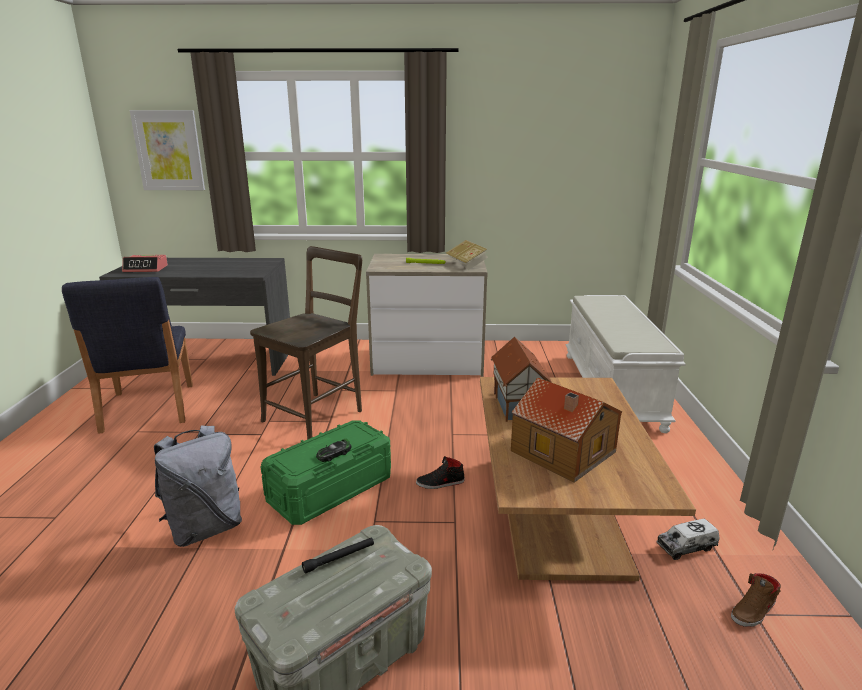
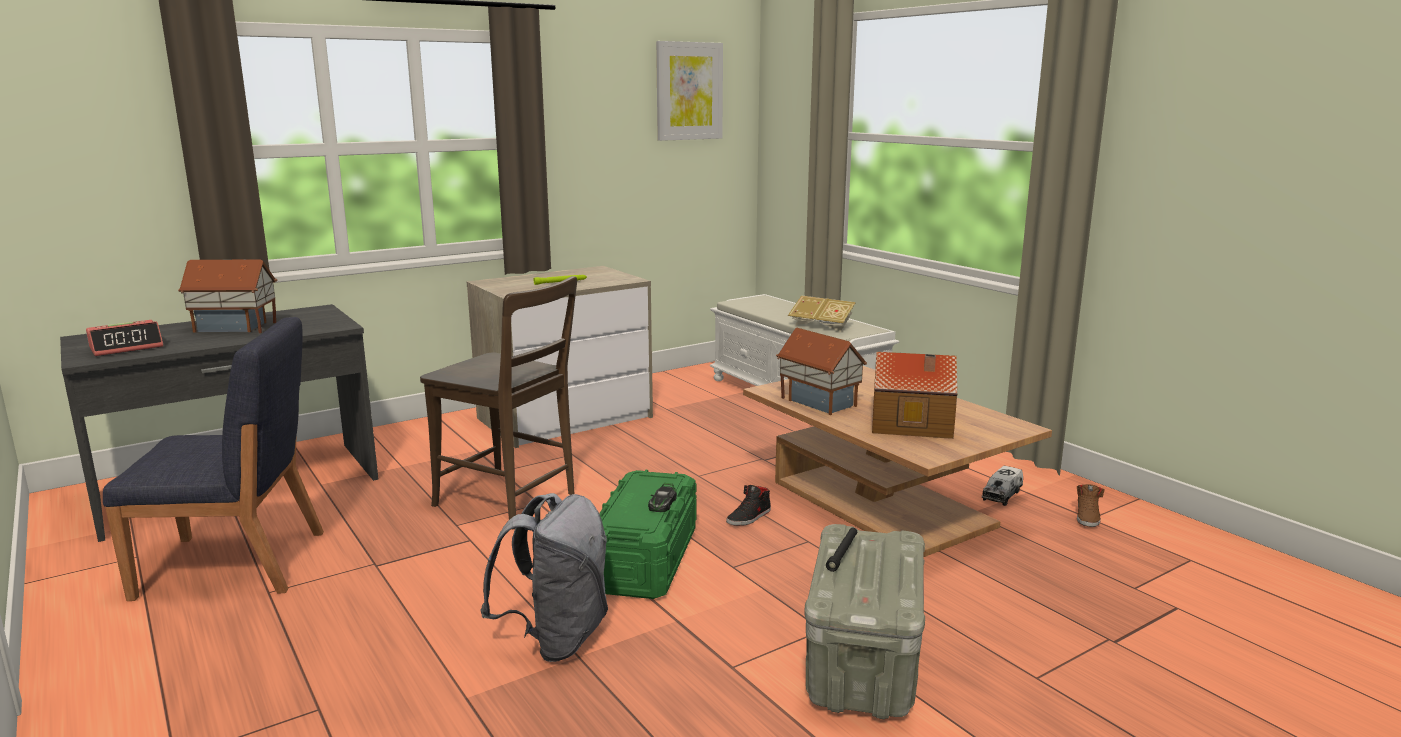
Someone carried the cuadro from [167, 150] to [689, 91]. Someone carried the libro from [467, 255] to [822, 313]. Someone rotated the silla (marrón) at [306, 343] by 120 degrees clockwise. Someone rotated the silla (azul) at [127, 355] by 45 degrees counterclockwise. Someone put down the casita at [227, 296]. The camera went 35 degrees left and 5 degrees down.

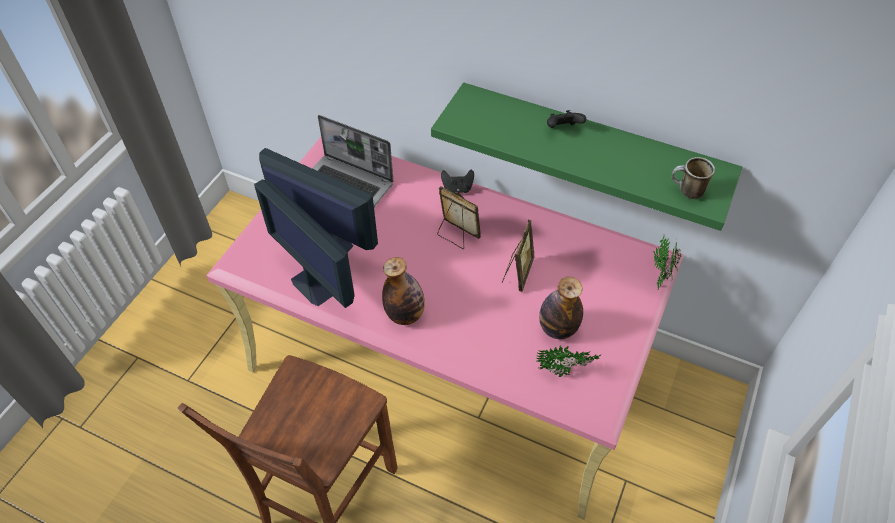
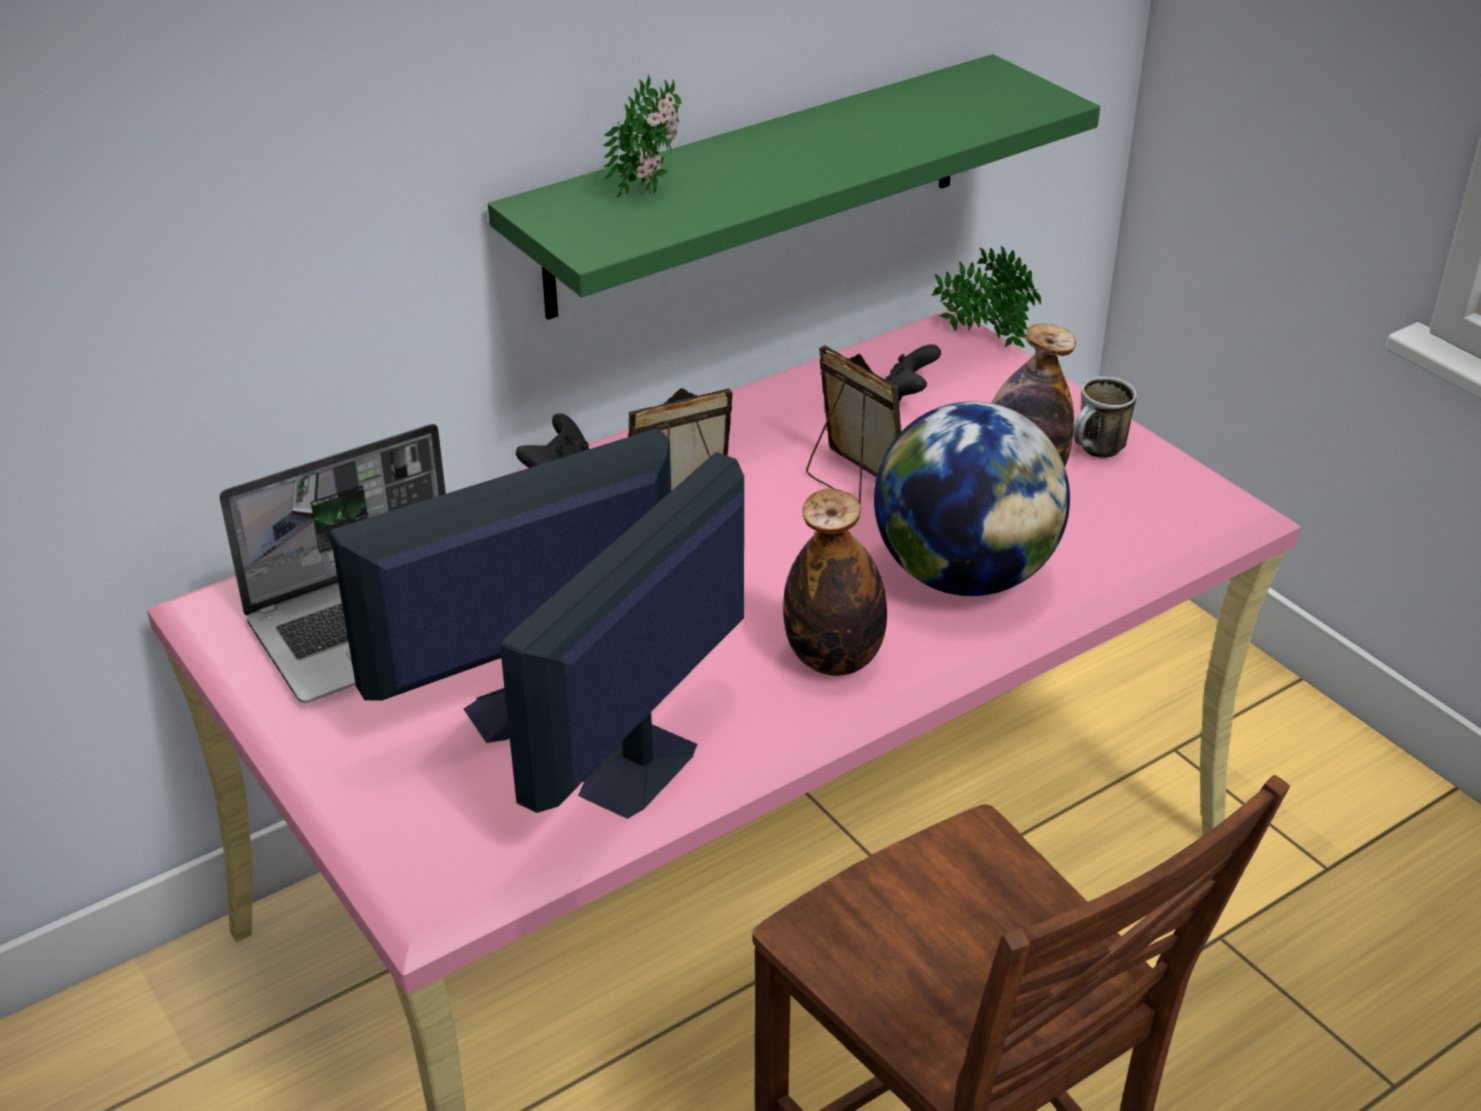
Someone carried the mando de consola (negro) from [566, 119] to [913, 373]. Someone carried the taza grande from [693, 178] to [1105, 417]. Someone rotated the monitor at [304, 244] by 135 degrees clockwise. Someone carried the planta en maceta from [569, 361] to [642, 136]. Someone put down the globo terráqueo at [972, 498]. The camera went 60 degrees left and 15 degrees down.

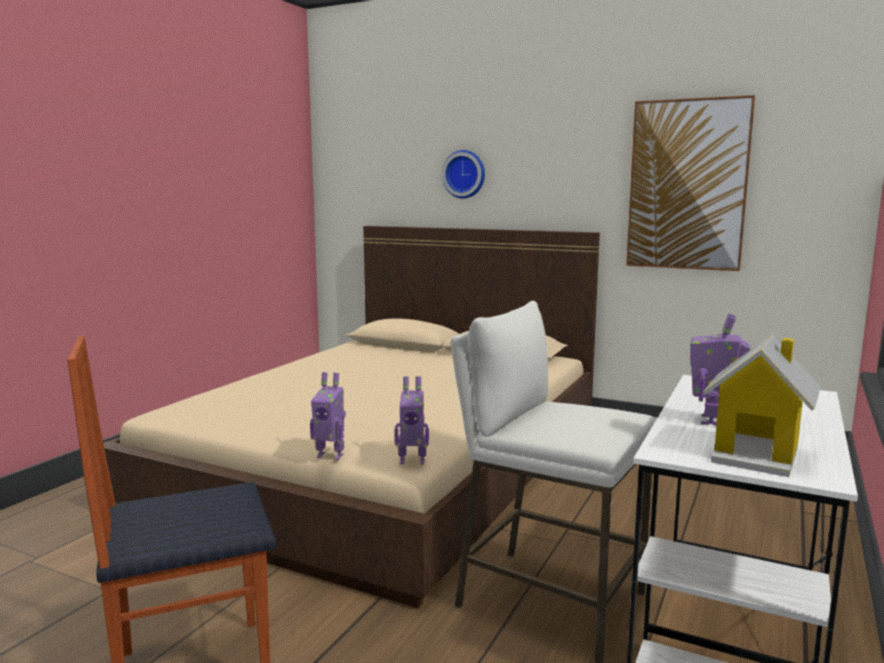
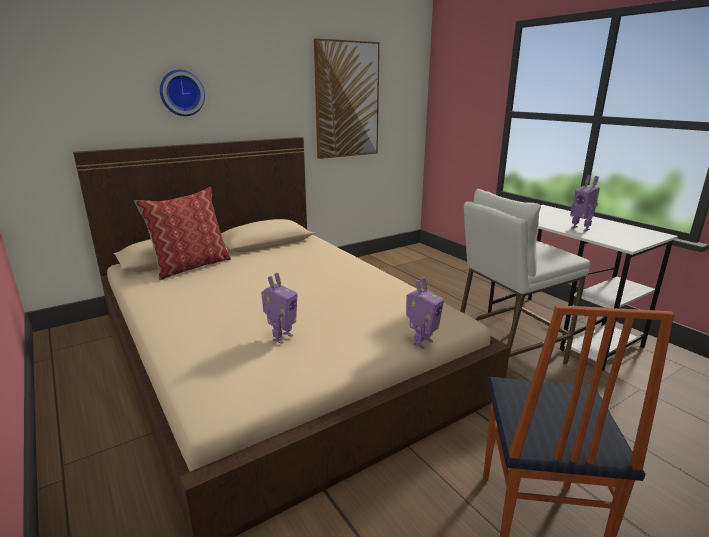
Someone took away the casita at [762, 405]. Someone carried the robot de juguete from [412, 420] to [279, 308]. Someone put down the cojín at [182, 233]. The camera went 60 degrees left and 10 degrees up.

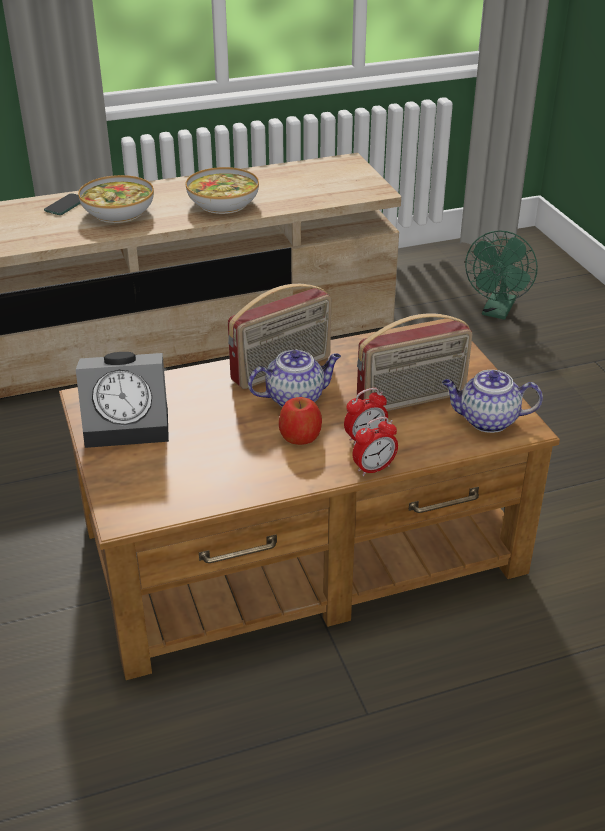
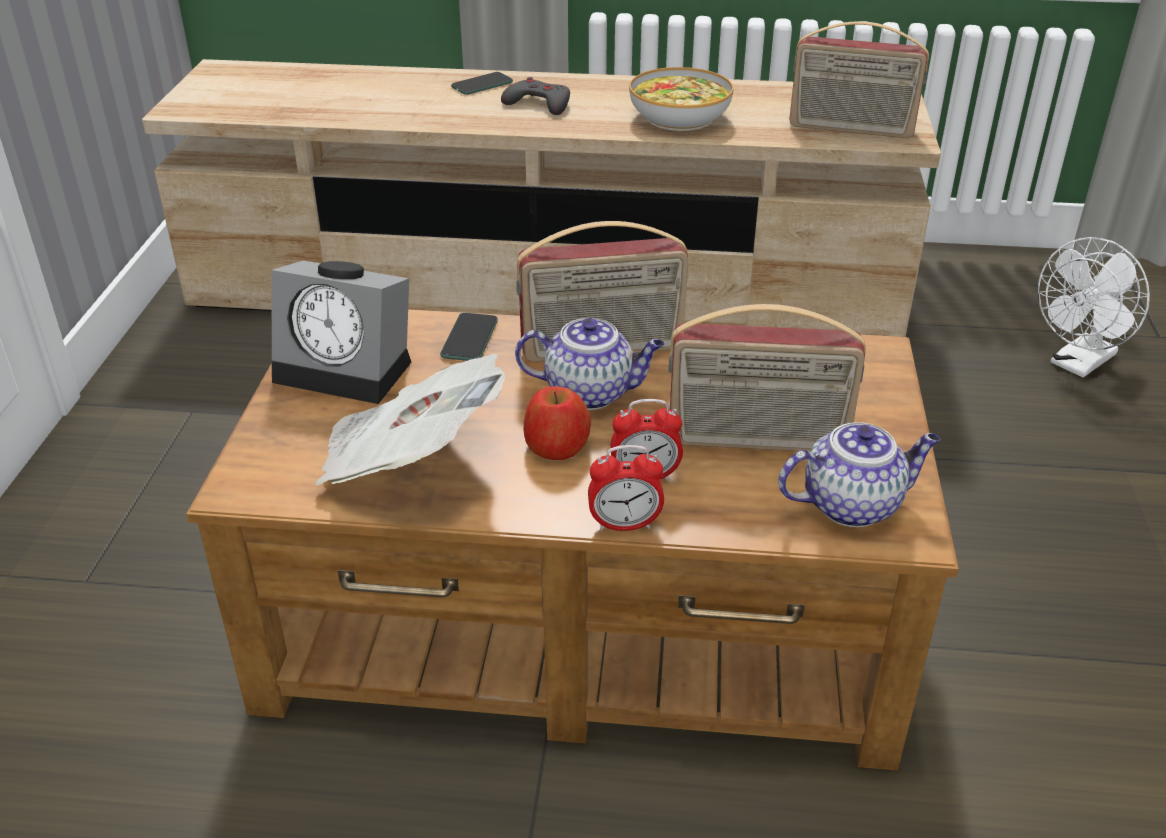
Someone swapped the cuenco at [116, 199] for the mando de consola (gris) at [535, 96]. Someone repainted the ventilador (verde) at [501, 275], which became the ventilador (blanco) at [1094, 307]. Someone rotated the tetera at [492, 401] by 135 degrees clockwise. Someone put down the radio at [859, 79]. Someone put down the móvil at [469, 337]. Someone put down the periódico at [410, 420]. The camera went 25 degrees right and 0 degrees up.

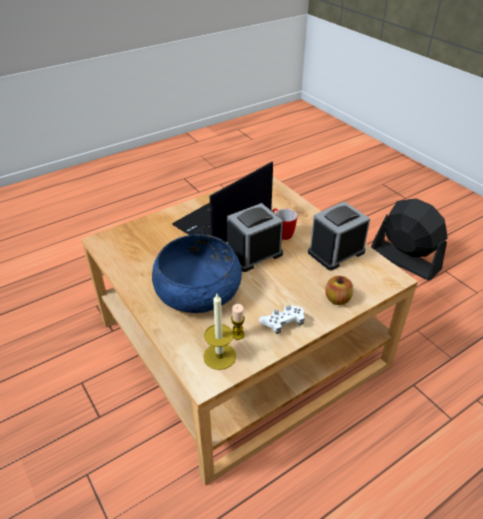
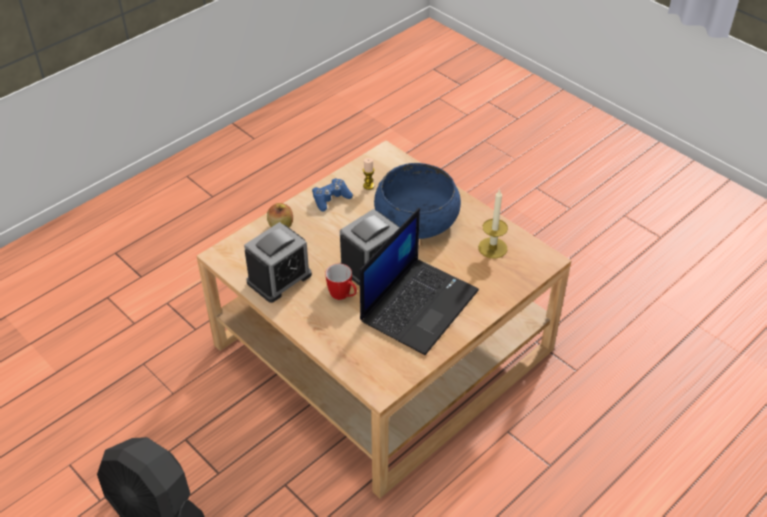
Someone carried the vela from [219, 332] to [493, 223]. Someone repainted the mando de consola (blanco) at [282, 319], which became the mando de consola (azul) at [332, 195]. The camera went 170 degrees right and 5 degrees up.

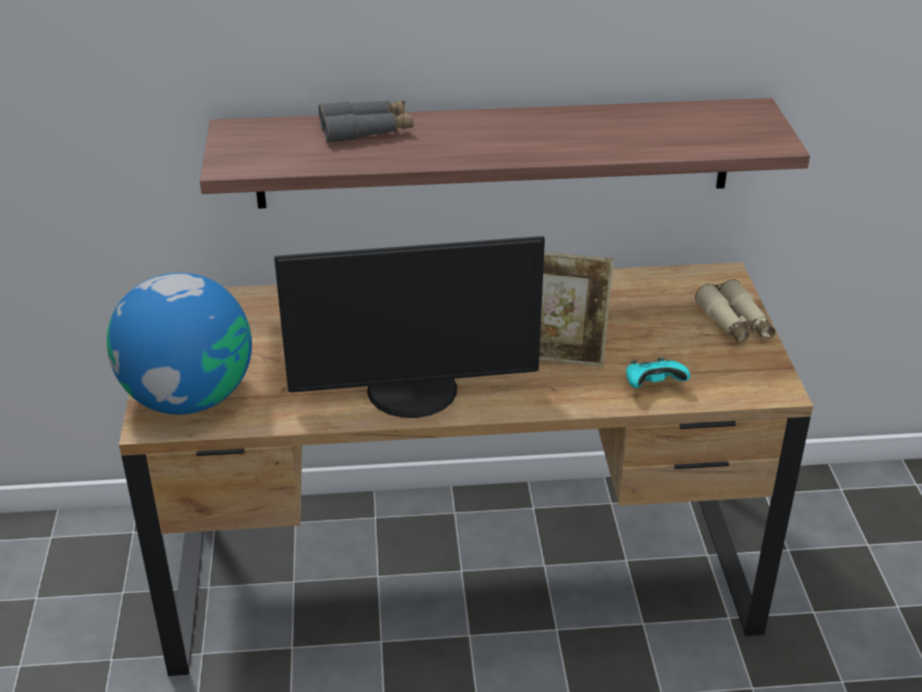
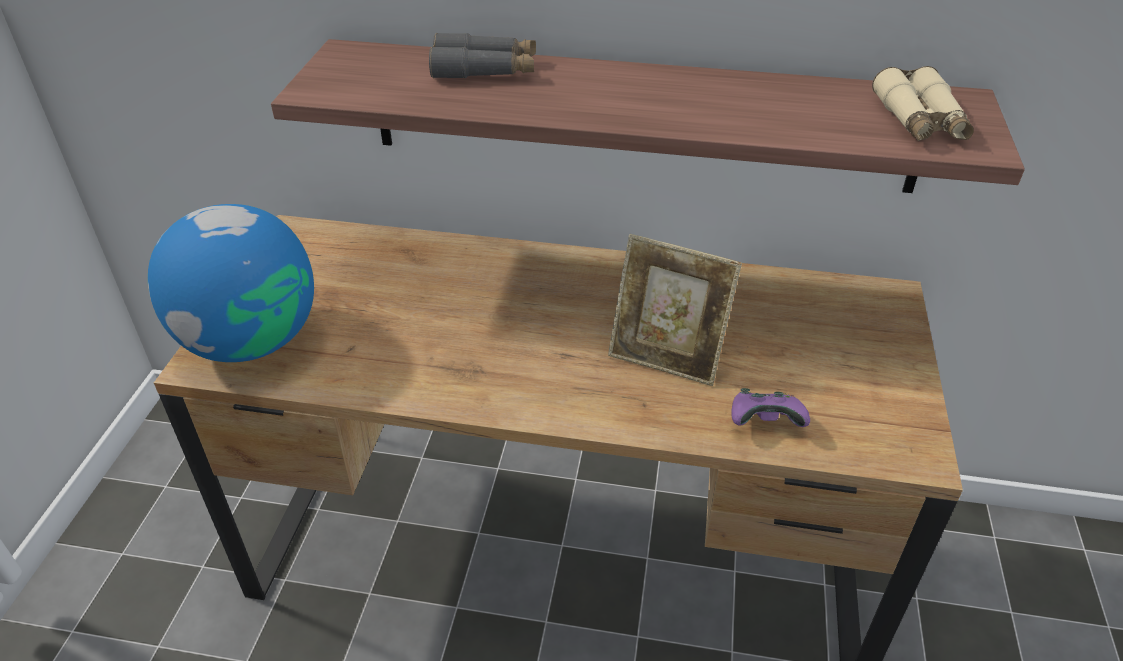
Someone took away the monitor at [409, 327]. Someone carried the prismáticos (beis) from [735, 311] to [923, 103]. Someone repainted the mando de consola (turquesa) at [658, 373], which became the mando de consola (morado) at [770, 407]. The camera went 15 degrees right and 5 degrees up.

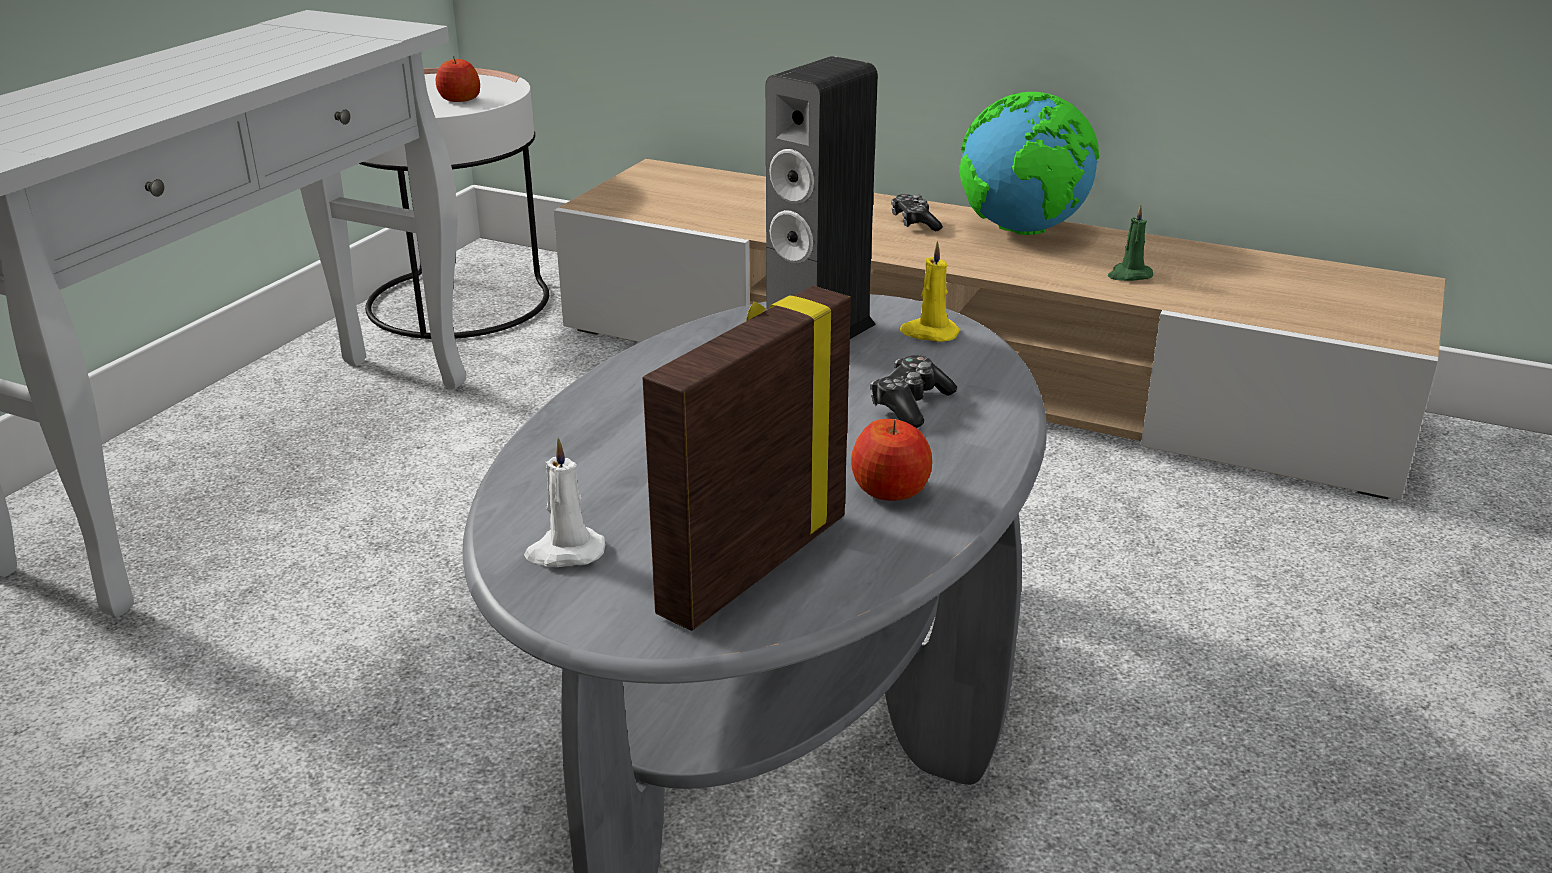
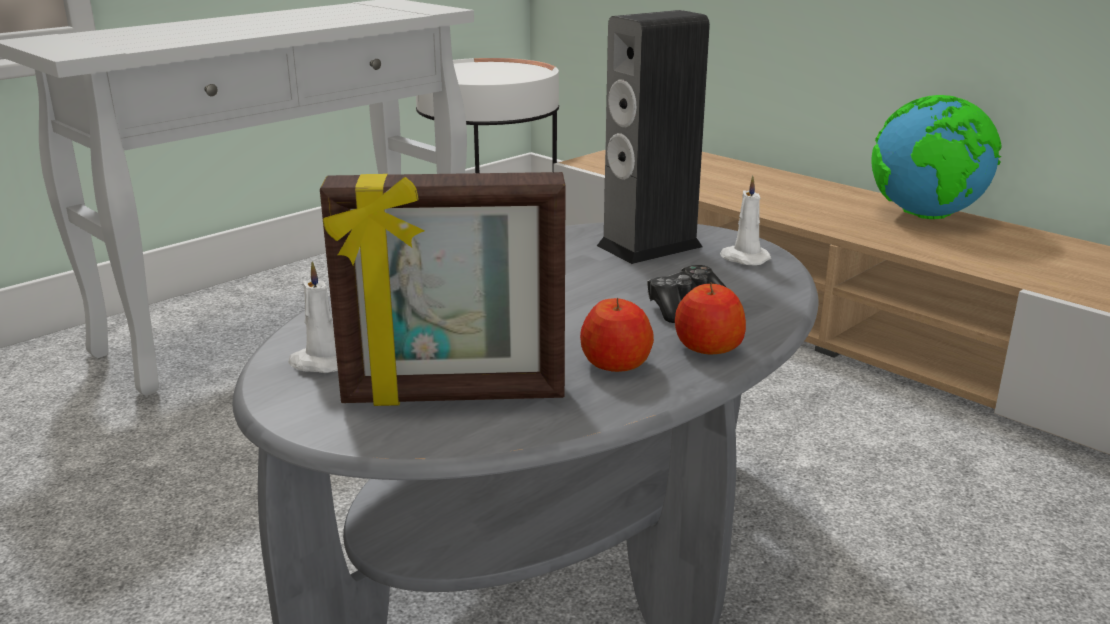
Someone carried the manzana from [458, 79] to [710, 318]. Someone took away the mando de consola at [917, 213]. Someone took away the vela (verde) at [1130, 243]. Someone repainted the vela (amarillo) at [930, 291], which became the vela (blanco) at [745, 221]. Someone rotated the portarretratos at [747, 458] by 150 degrees counterclockwise. The camera went 20 degrees right and 5 degrees down.

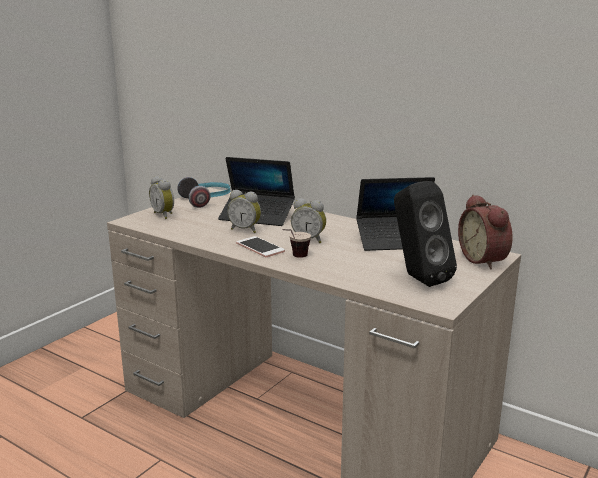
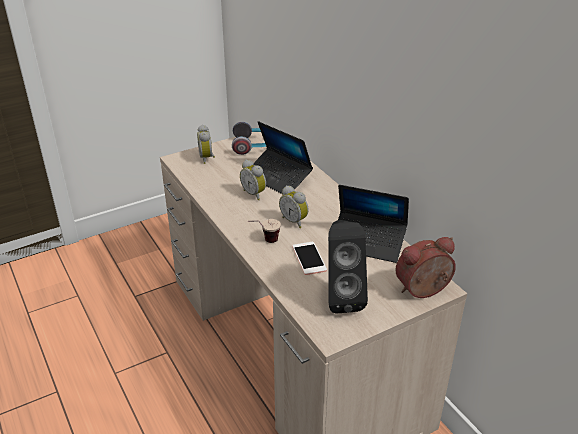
Someone rotated the despertador at [485, 231] by 60 degrees clockwise. Someone carried the móvil from [260, 246] to [309, 258]. The camera went 25 degrees right and 15 degrees up.

